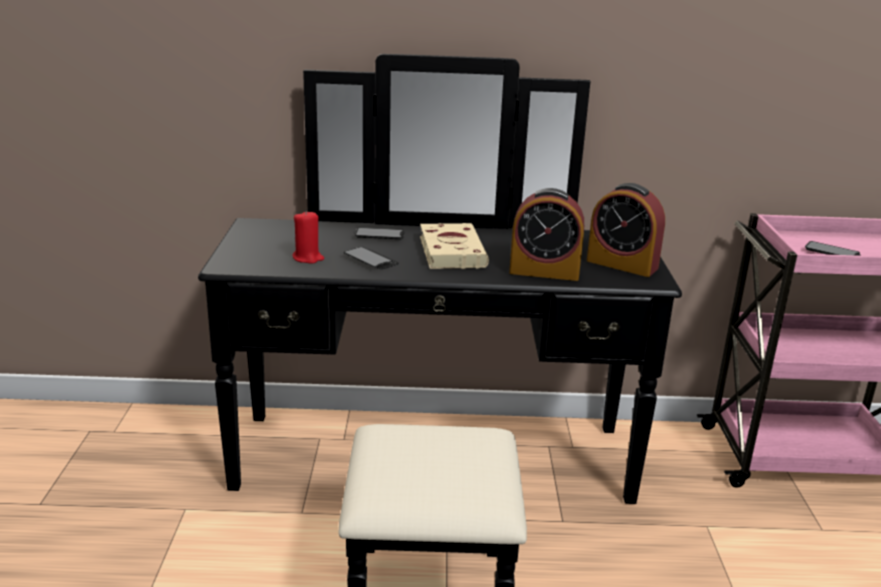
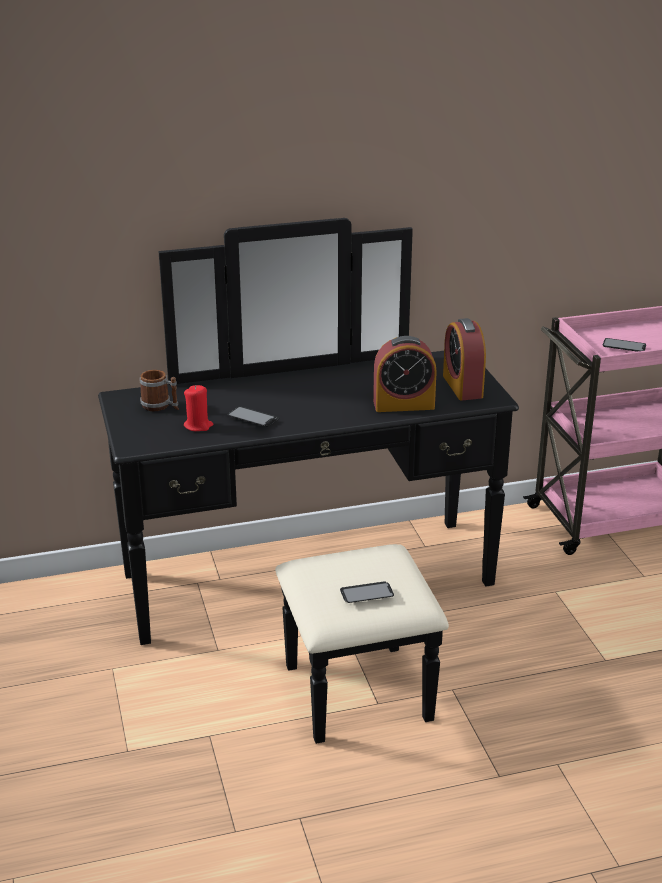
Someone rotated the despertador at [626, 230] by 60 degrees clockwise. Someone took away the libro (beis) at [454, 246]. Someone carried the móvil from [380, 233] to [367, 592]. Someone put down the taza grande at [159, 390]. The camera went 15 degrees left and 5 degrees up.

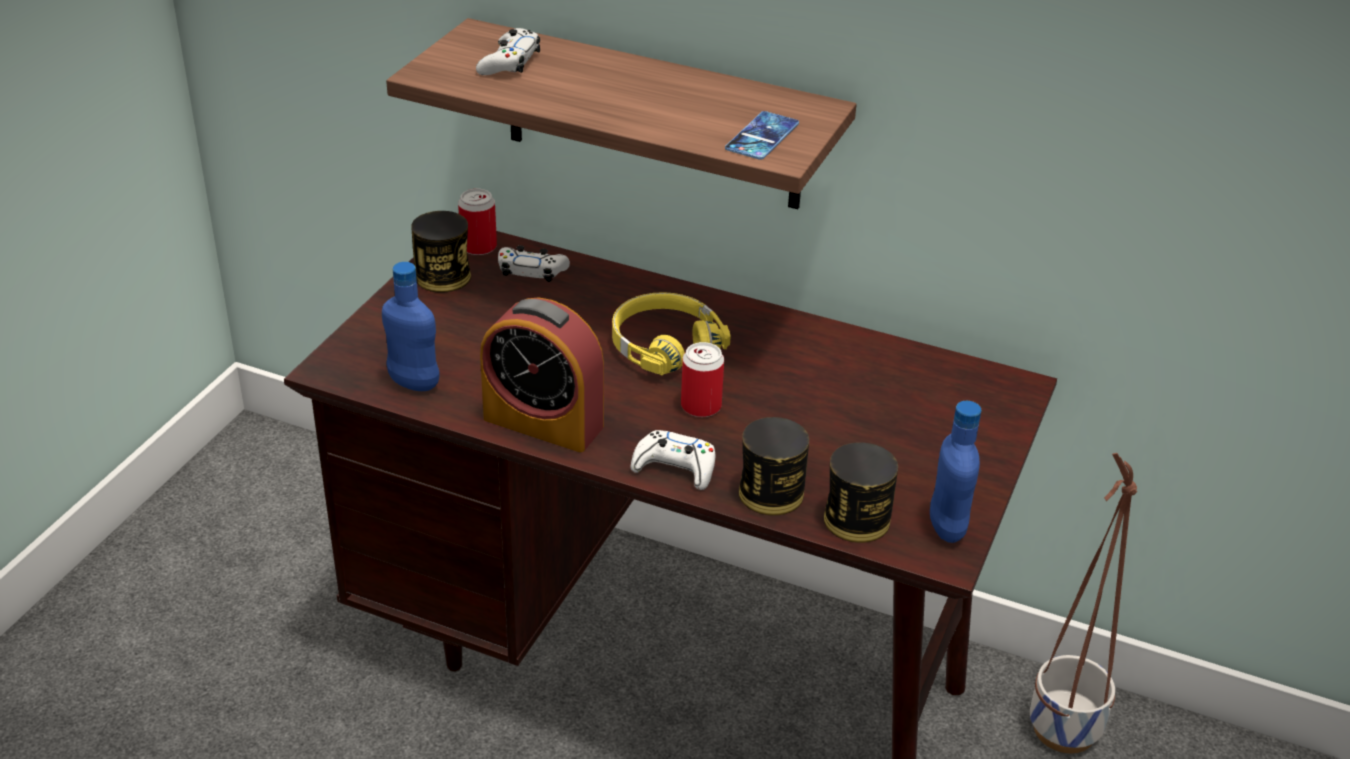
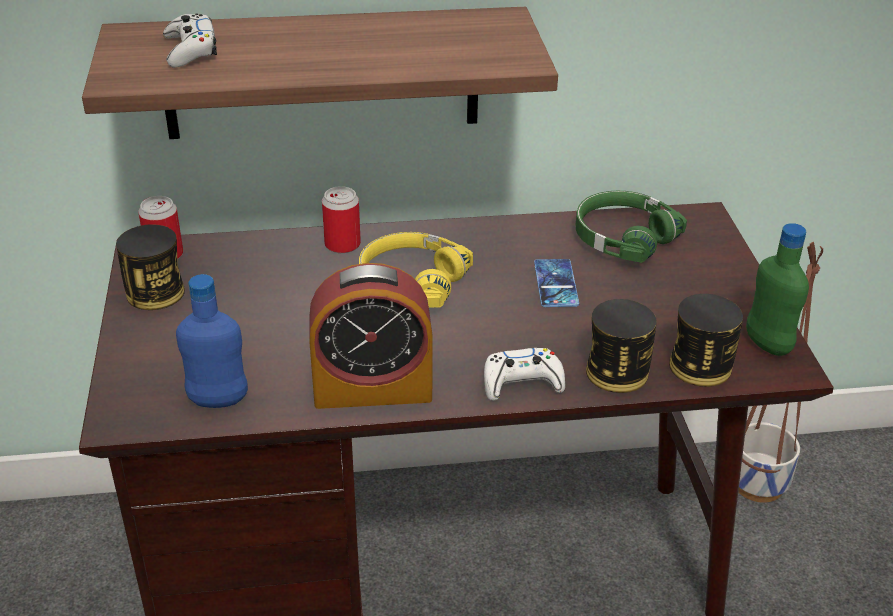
Someone carried the móvil from [762, 135] to [556, 283]. Someone took away the mando de consola (blanco) at [534, 263]. Someone carried the lata from [702, 379] to [341, 219]. Someone repainted the botella (azul) at [955, 472], which became the botella (verde) at [777, 289]. Someone put down the auriculares (verde) at [631, 227]. The camera went 30 degrees left and 0 degrees up.

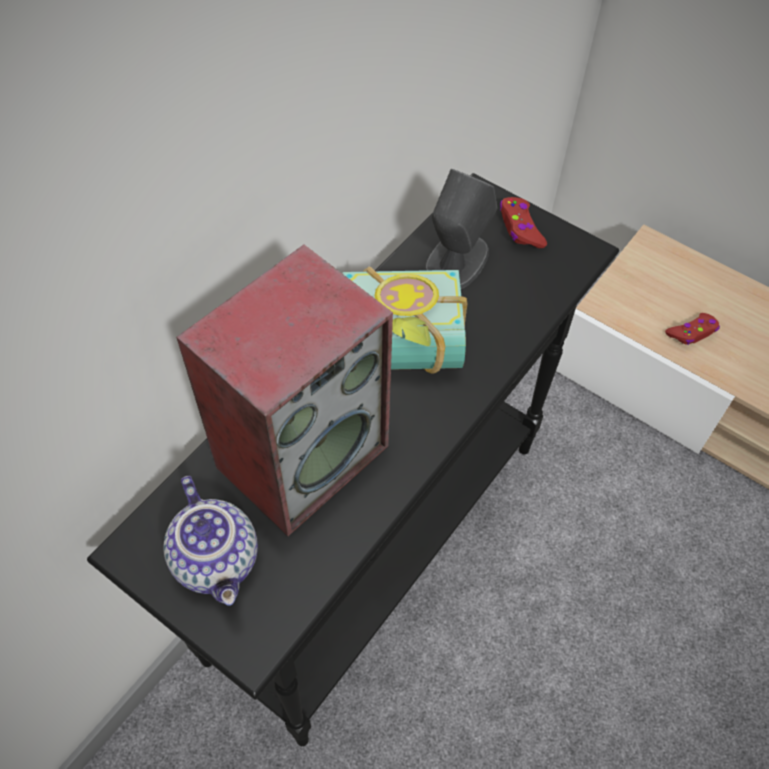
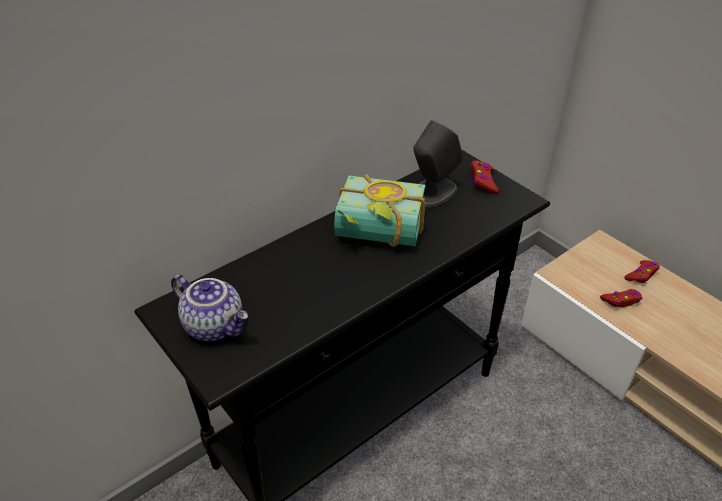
Someone took away the altavoz at [284, 390]. Someone rotated the tetera at [211, 541] by 45 degrees counterclockwise. Someone put down the mando de consola (rojo) at [642, 271]. The camera went 15 degrees right and 15 degrees down.

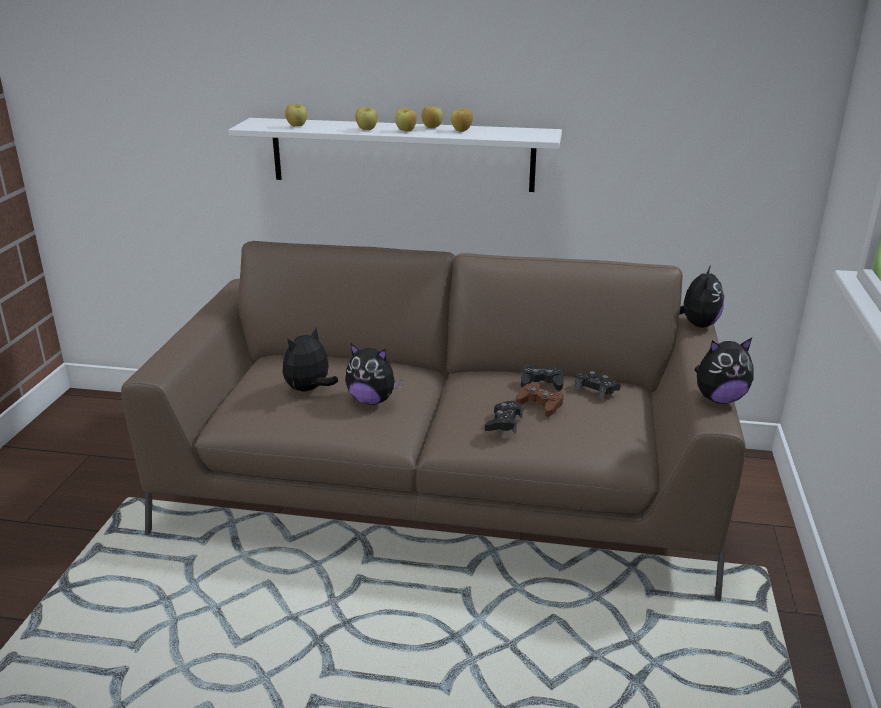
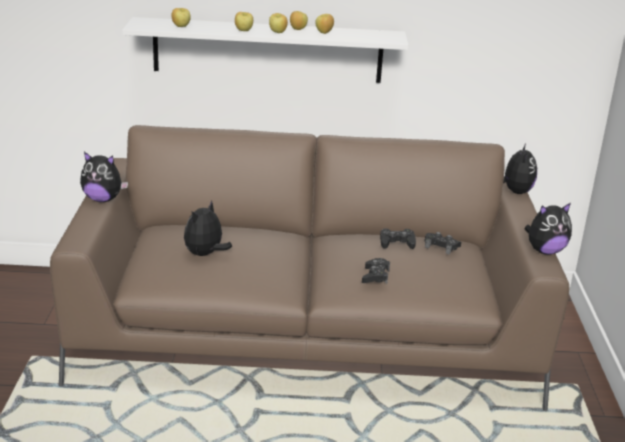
Someone carried the peluche from [374, 374] to [104, 177]. Someone took away the mando de consola (marrón) at [540, 400]. The camera went 10 degrees left and 0 degrees up.

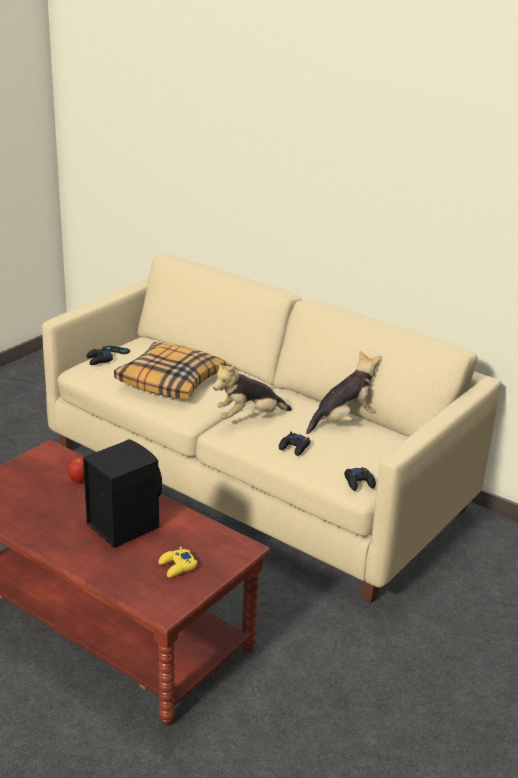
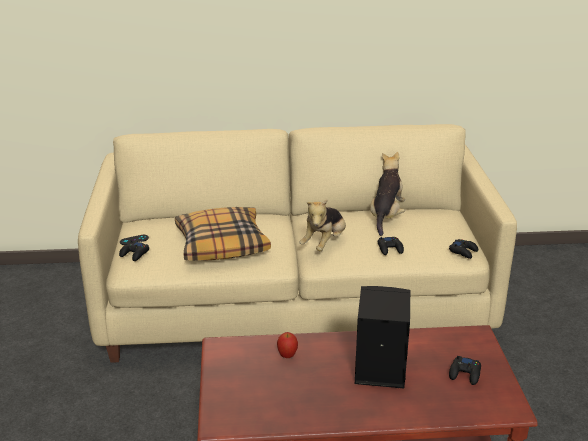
Someone repainted the mando de consola (amarillo) at [177, 562], which became the mando de consola (negro) at [465, 370]. The camera went 40 degrees left and 0 degrees up.

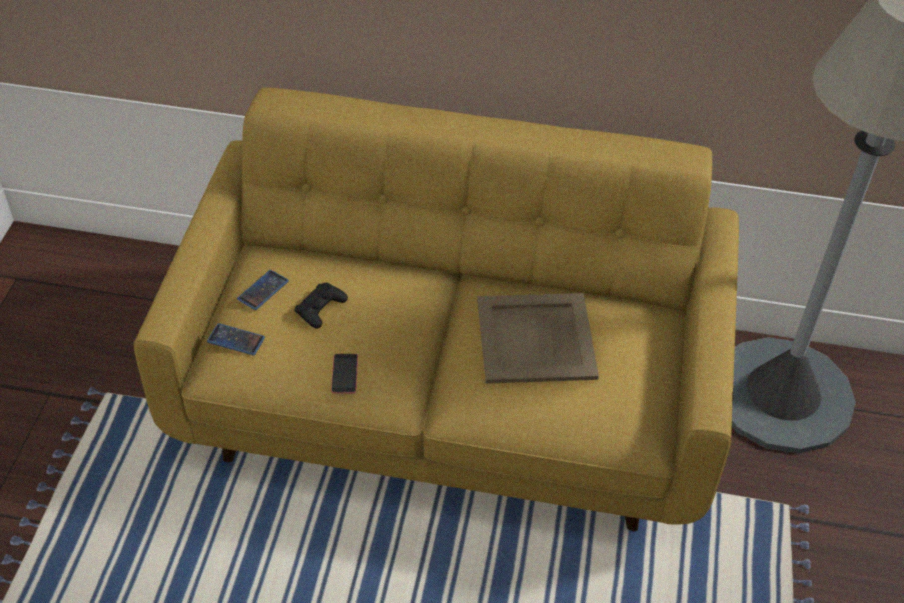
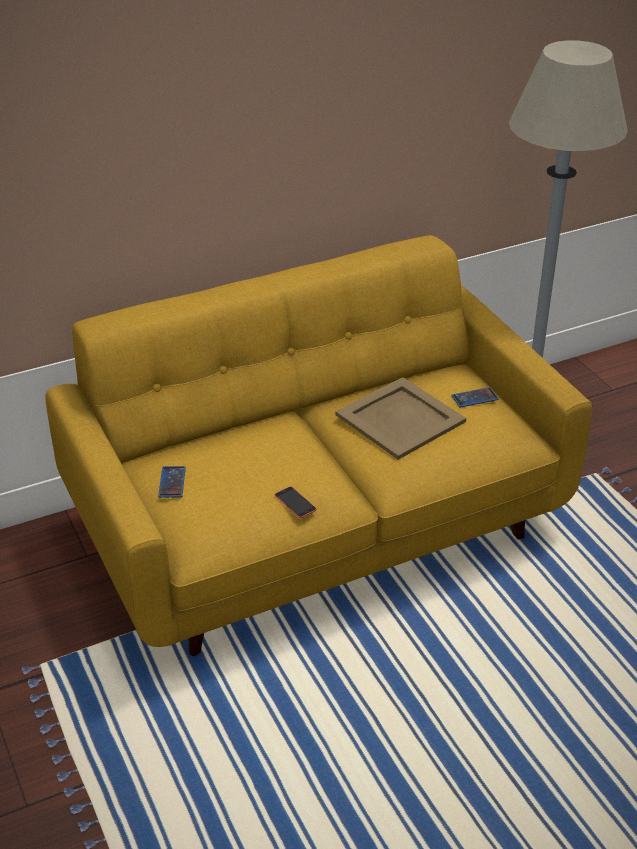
Someone took away the mando de consola (negro) at [321, 306]. Someone carried the móvil from [236, 339] to [475, 397]. The camera went 35 degrees left and 10 degrees down.

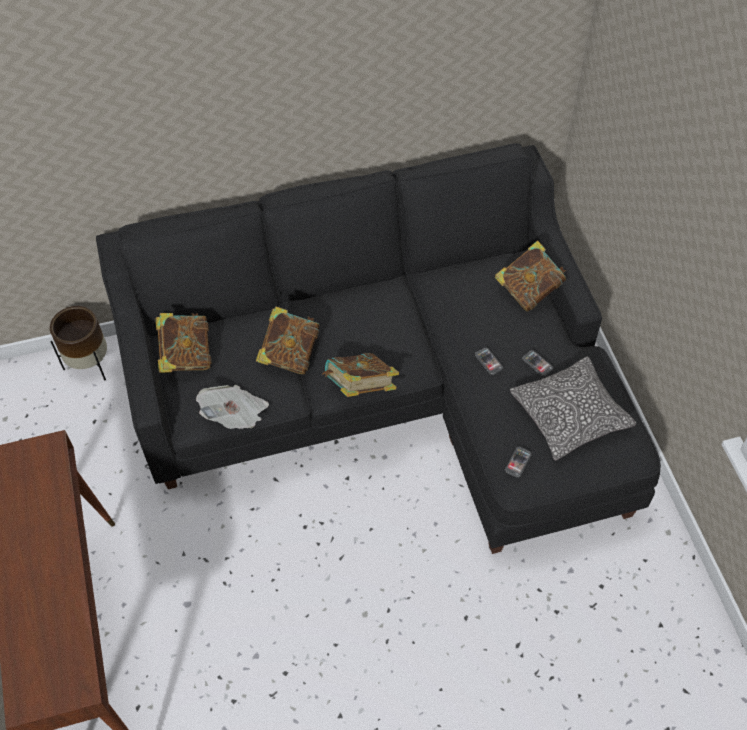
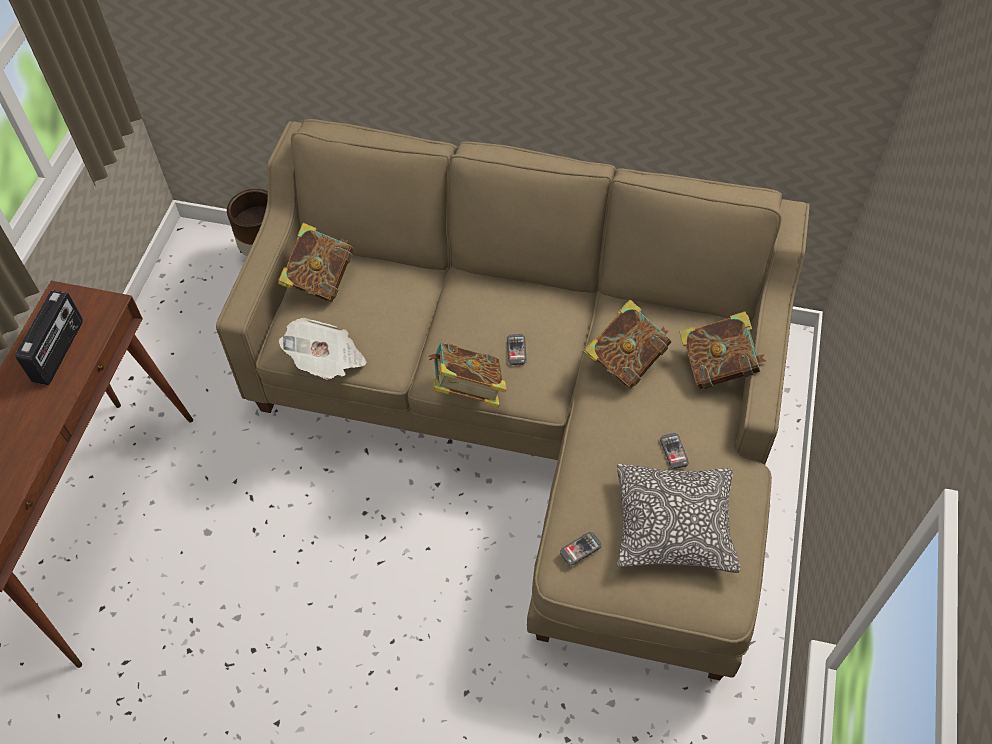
Someone repainted the sofá (negro) at [378, 348], which became the sofá (beis) at [513, 400]. Someone carried the libro from [288, 340] to [627, 344]. Someone carried the móvil from [489, 361] to [517, 349]. Someone put down the radio at [49, 337]. The camera went 30 degrees right and 0 degrees up.

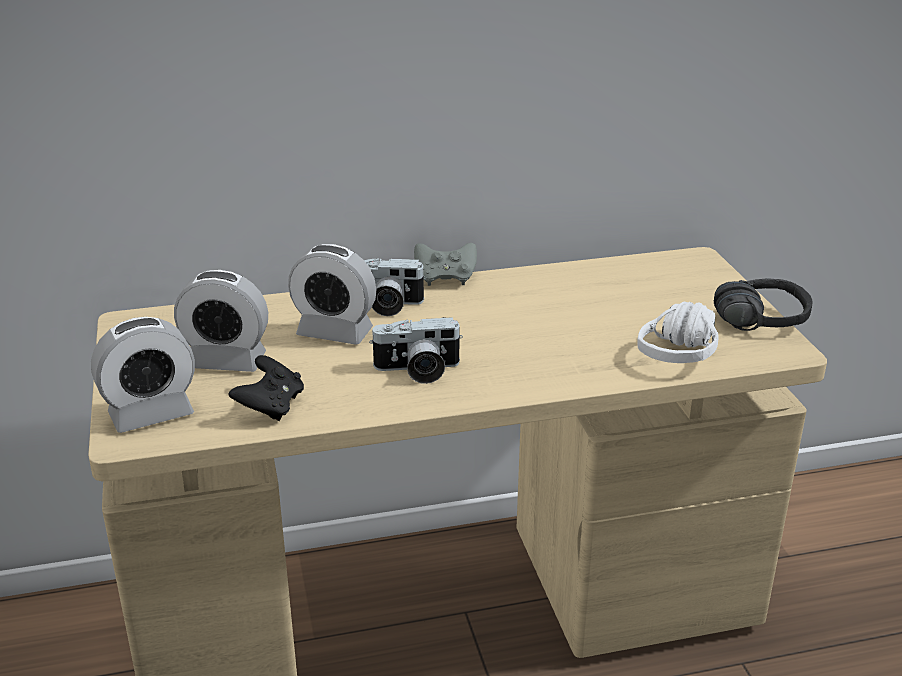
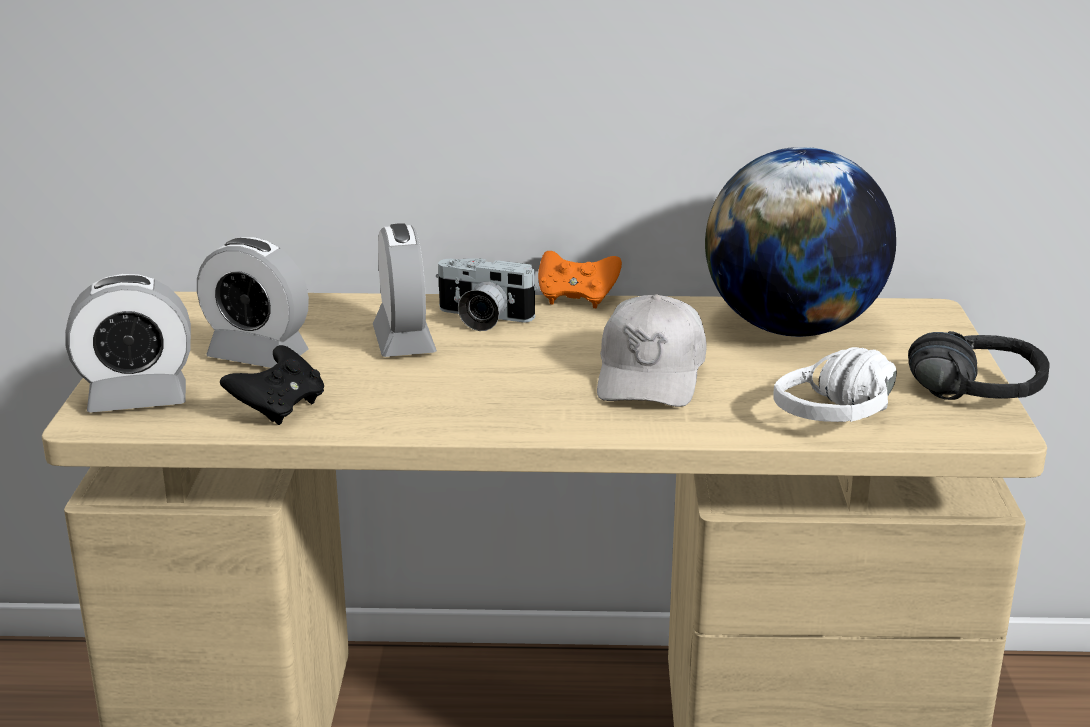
Someone repainted the mando de consola (gris) at [445, 264], which became the mando de consola (naranja) at [580, 279]. Someone rotated the despertador at [332, 294] by 135 degrees counterclockwise. Someone took away the cámara at [416, 350]. Someone put down the globo terráqueo at [800, 242]. Someone put down the gorra (blanco) at [652, 350]. The camera went 15 degrees right and 5 degrees down.

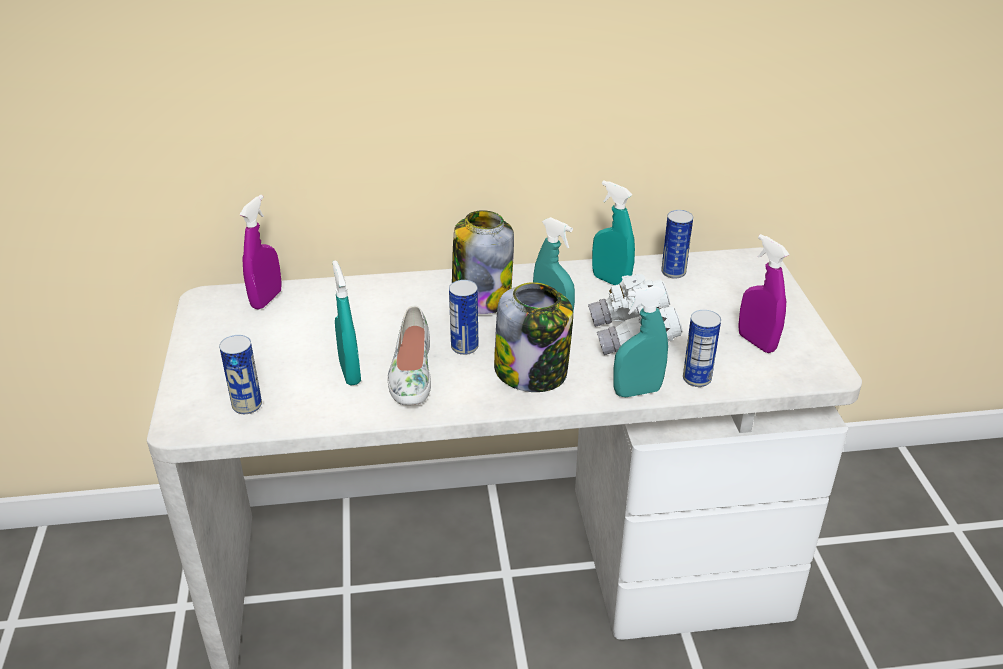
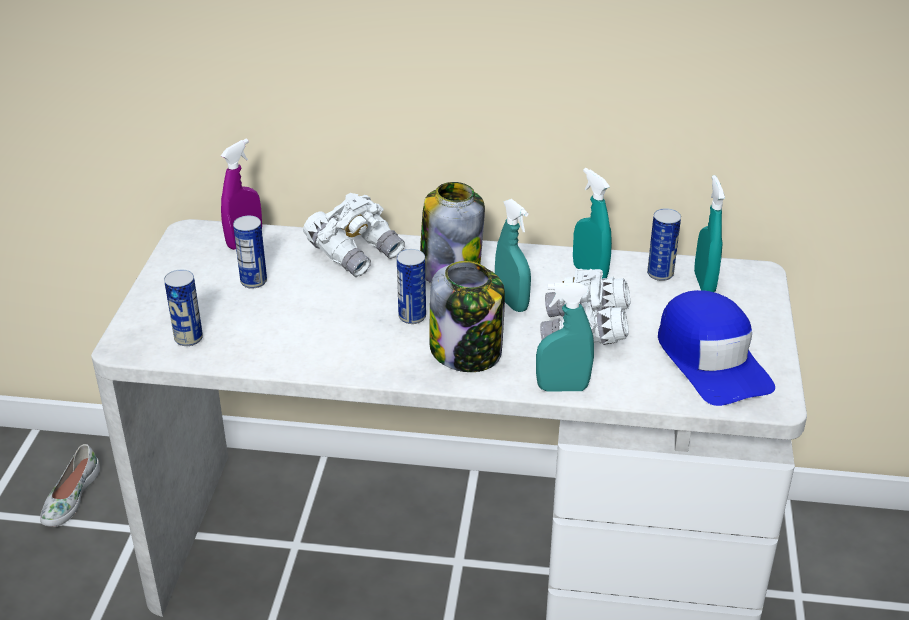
Someone swapped the pulverizador (morado) at [763, 293] for the gorra (azul) at [716, 348]. Someone carried the pulverizador (turquesa) from [346, 323] to [709, 233]. Someone carried the zapato (blanco) from [409, 355] to [70, 485]. Someone carried the lata from [702, 348] to [250, 252]. Someone put down the prismáticos (blanco) at [354, 235]. The camera went 15 degrees right and 0 degrees up.

